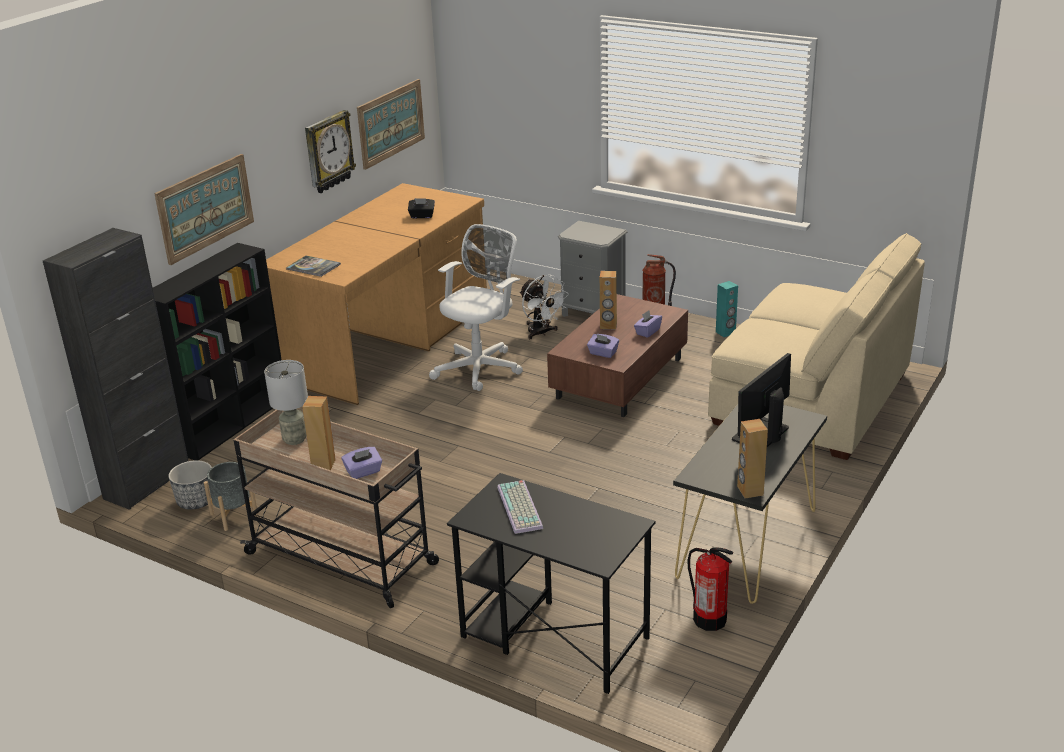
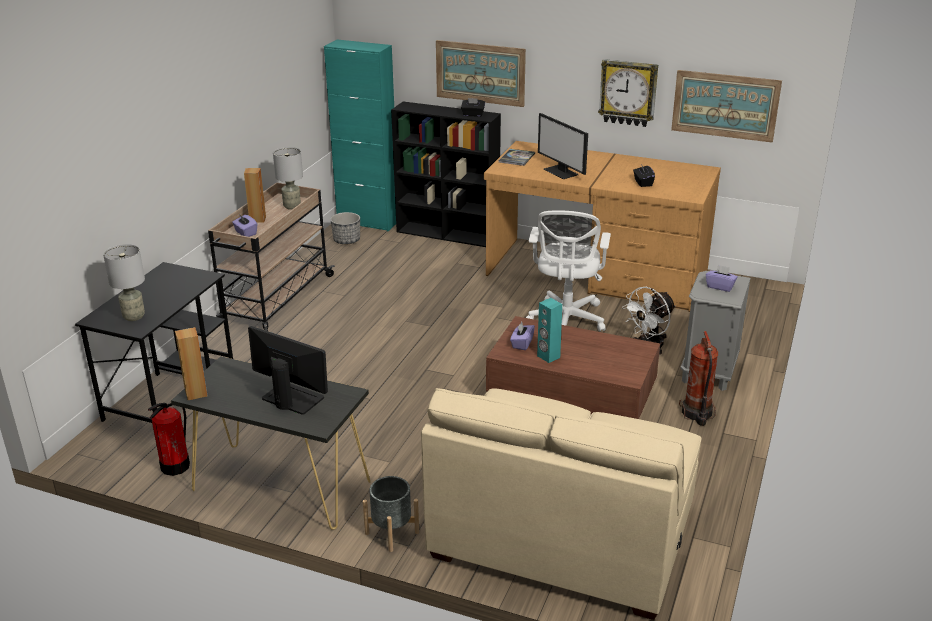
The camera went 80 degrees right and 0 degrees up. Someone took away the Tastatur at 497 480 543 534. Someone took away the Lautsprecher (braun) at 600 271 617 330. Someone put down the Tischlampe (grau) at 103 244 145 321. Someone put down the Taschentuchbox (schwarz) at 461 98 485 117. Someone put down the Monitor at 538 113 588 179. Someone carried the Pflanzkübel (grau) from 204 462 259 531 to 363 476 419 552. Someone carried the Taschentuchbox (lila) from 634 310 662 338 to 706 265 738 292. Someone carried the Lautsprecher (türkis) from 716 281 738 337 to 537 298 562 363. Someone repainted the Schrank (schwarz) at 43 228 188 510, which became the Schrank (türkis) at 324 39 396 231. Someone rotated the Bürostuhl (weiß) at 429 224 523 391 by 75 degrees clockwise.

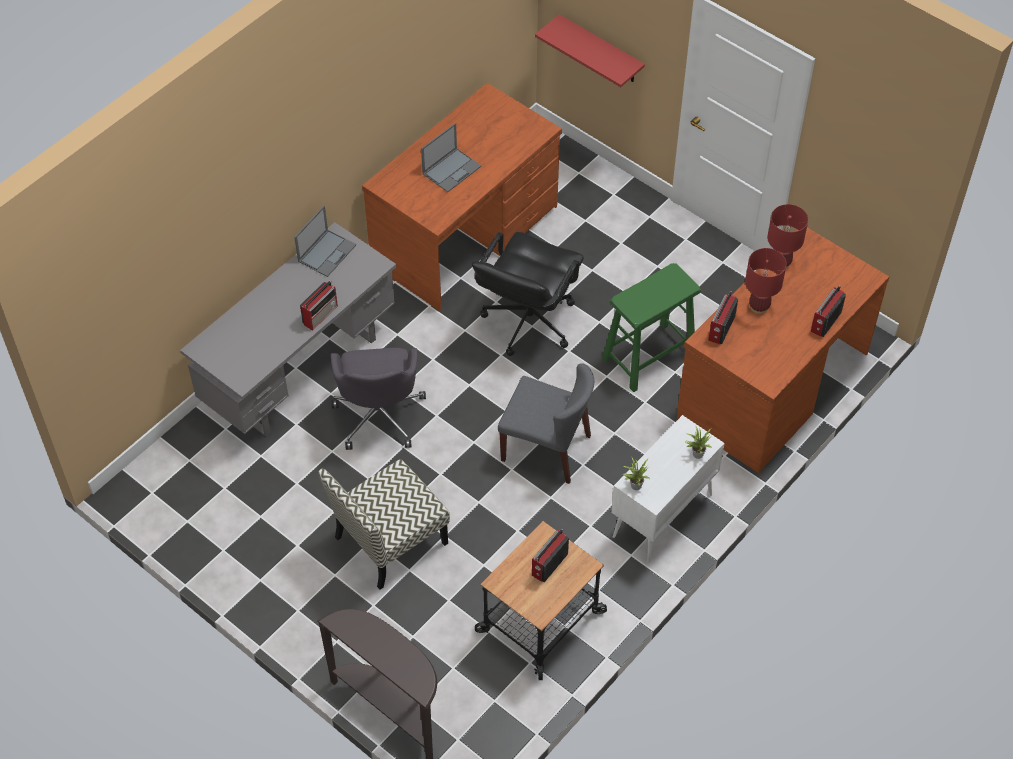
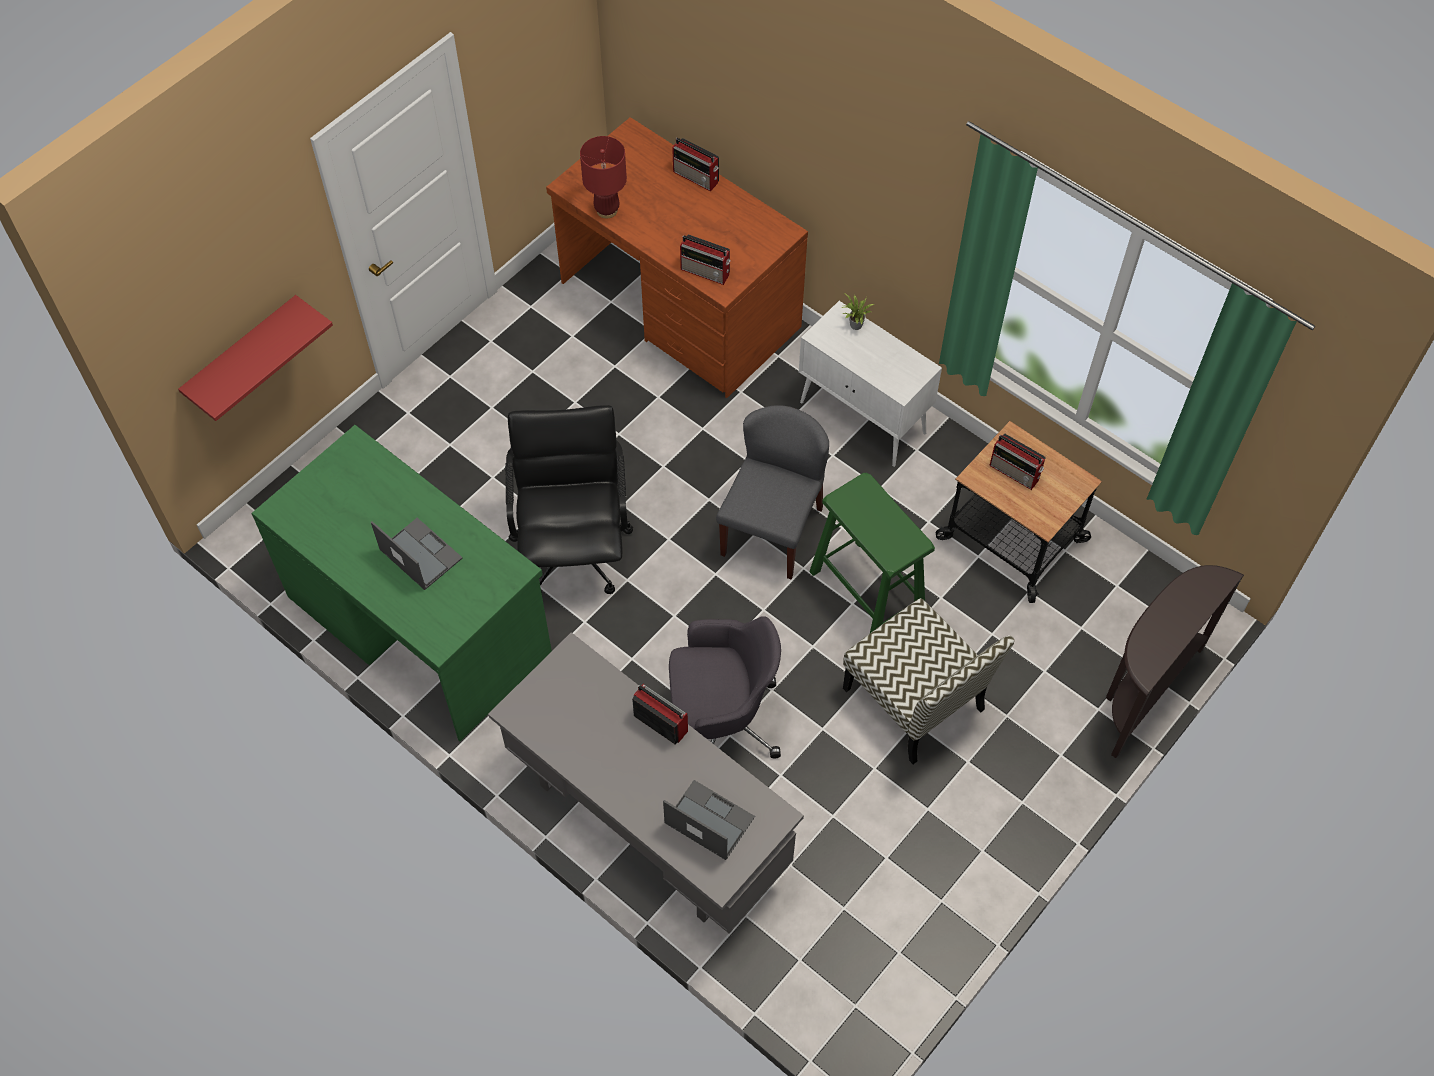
The camera went 90 degrees left and 5 degrees up. Someone took away the Topfpflanze at 622 458 650 490. Someone took away the Tischlampe (rot) at 745 248 787 314. Someone carried the Laptop from 294 206 356 277 to 663 780 755 860. Someone carried the Hocker (grün) from 602 263 701 392 to 810 473 935 633. Someone repainted the Schreibtisch (braun) at 362 83 562 312, which became the Schreibtisch (grün) at 252 425 552 741. Someone rotated the Bürostuhl (schwarz) at 472 232 584 356 by 120 degrees counterclockwise.

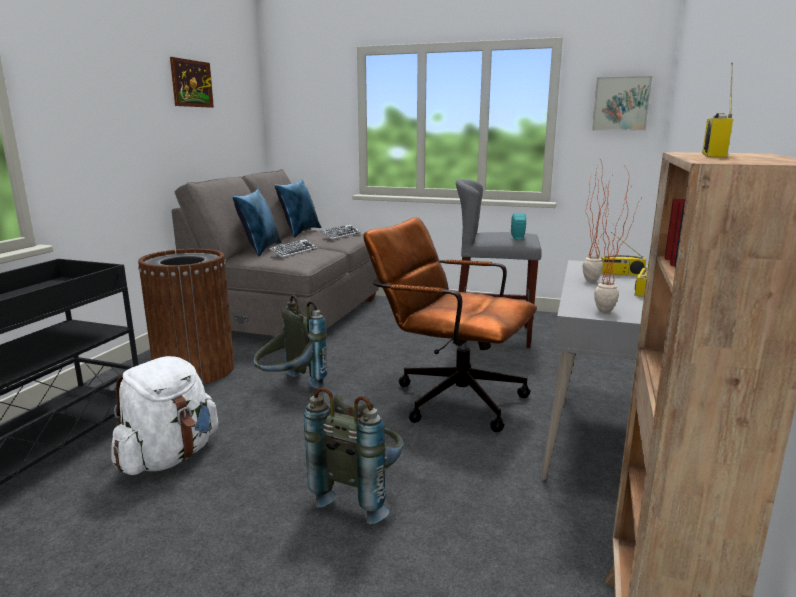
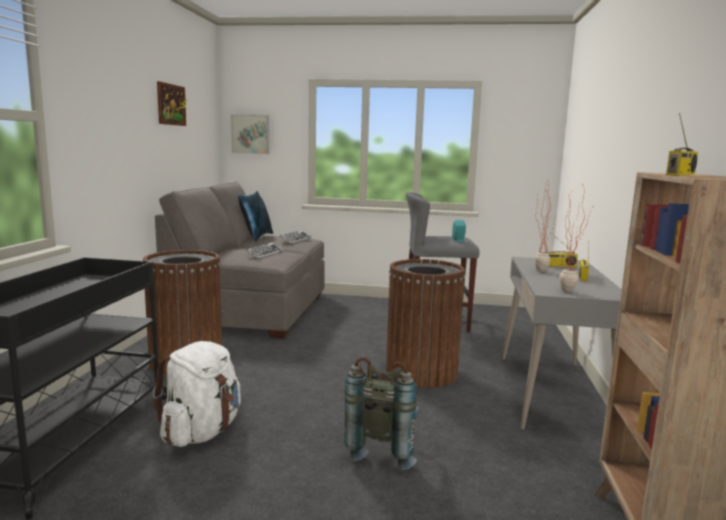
The camera went 10 degrees left and 5 degrees down. Someone took away the Kissen (blau) at 233 189 282 257. Someone took away the Rucksack (grau) at 253 295 327 389. Someone carried the Bild from 592 76 652 131 to 231 115 269 154. Someone swapped the Bürostuhl (braun) at 363 217 537 432 for the Mülleimer (braun) at 386 259 465 388. Someone rotated the Radio at 702 62 733 157 by 150 degrees counterclockwise.

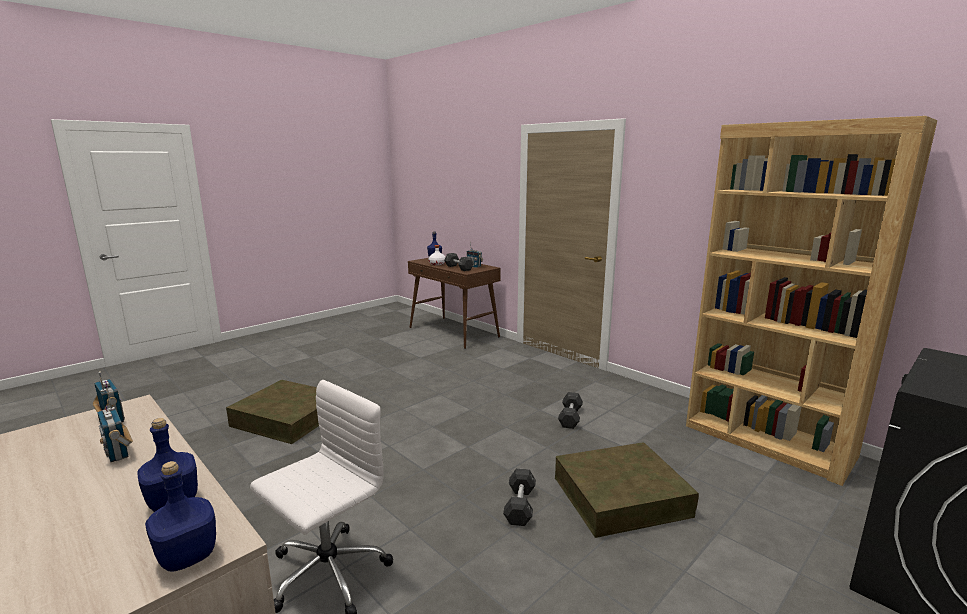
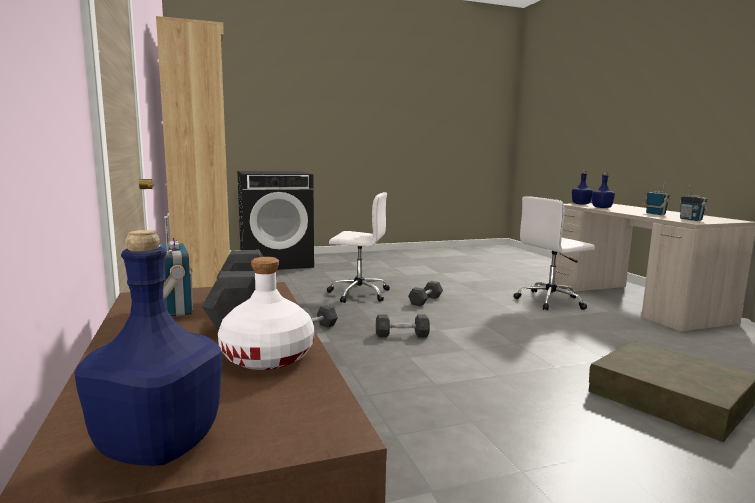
The camera went 155 degrees left and 5 degrees down. Someone put down the Hantel (grau) at 376 314 430 337. Someone swapped the Aufbewahrungsbox (braun) at 555 442 699 538 for the Bürostuhl (weiß) at 327 192 390 303.

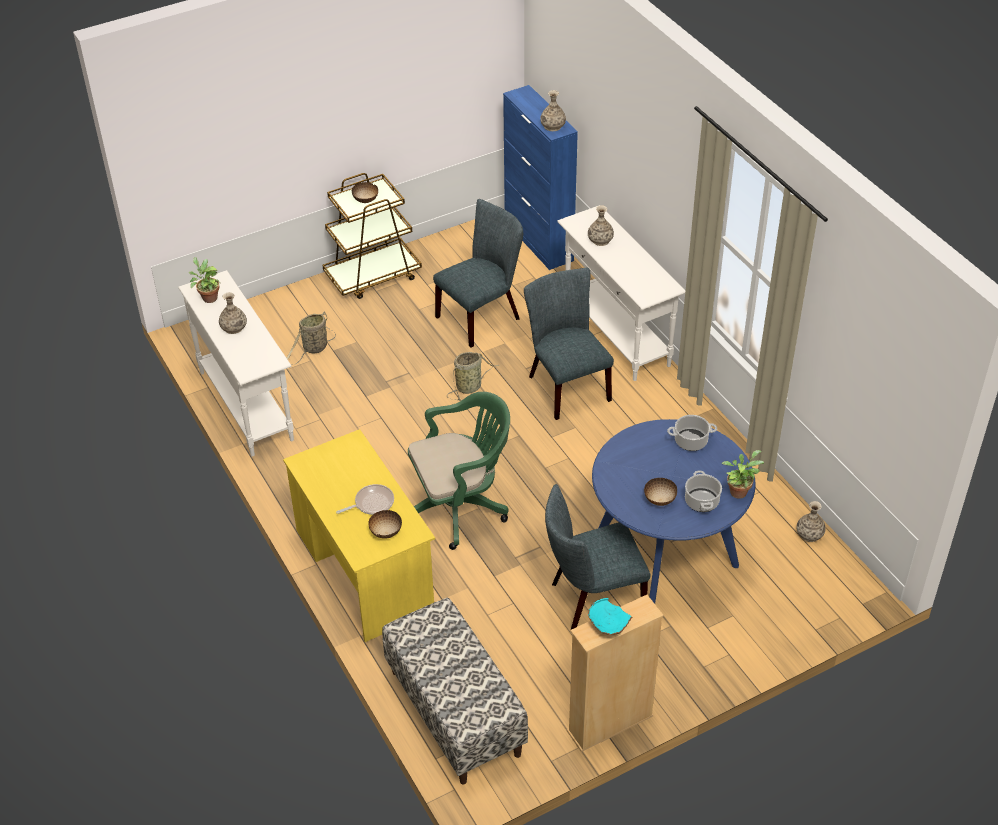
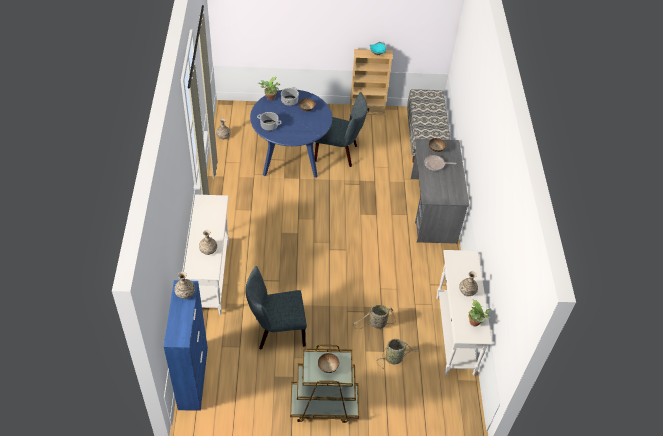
The camera went 155 degrees left and 5 degrees up. Someone took away the Bürostuhl (grün) at 408 392 510 550. Someone took away the Stuhl (grau) at 524 268 614 420. Someone carried the Korb from 447 352 498 401 to 353 305 396 329. Someone repainted the Schreibtisch (gelb) at 283 429 435 642, which became the Schreibtisch (grau) at 411 139 469 244.

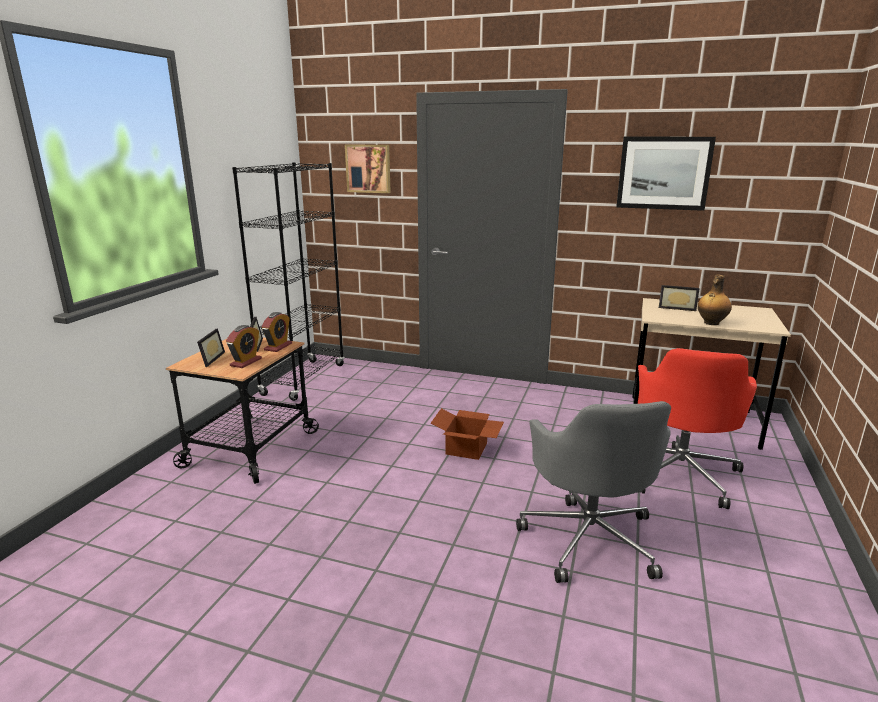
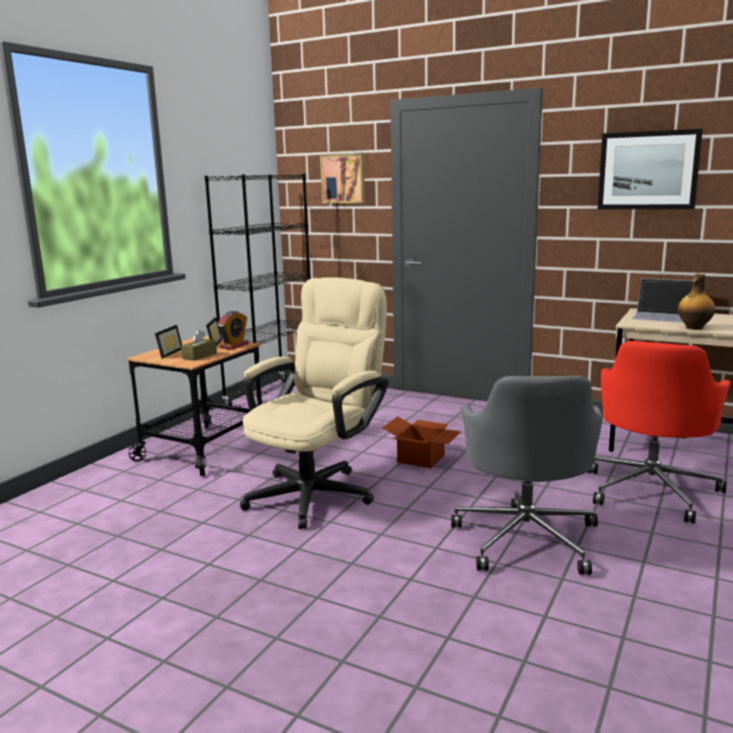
The camera went 10 degrees right and 5 degrees down. Someone put down the Bürostuhl (beige) at 240 277 389 529. Someone swapped the Wecker at 226 325 262 368 for the Taschentuchbox (braun) at 181 330 217 361. Someone swapped the Bilderrahmen at 659 285 700 311 for the Laptop at 632 278 693 323.

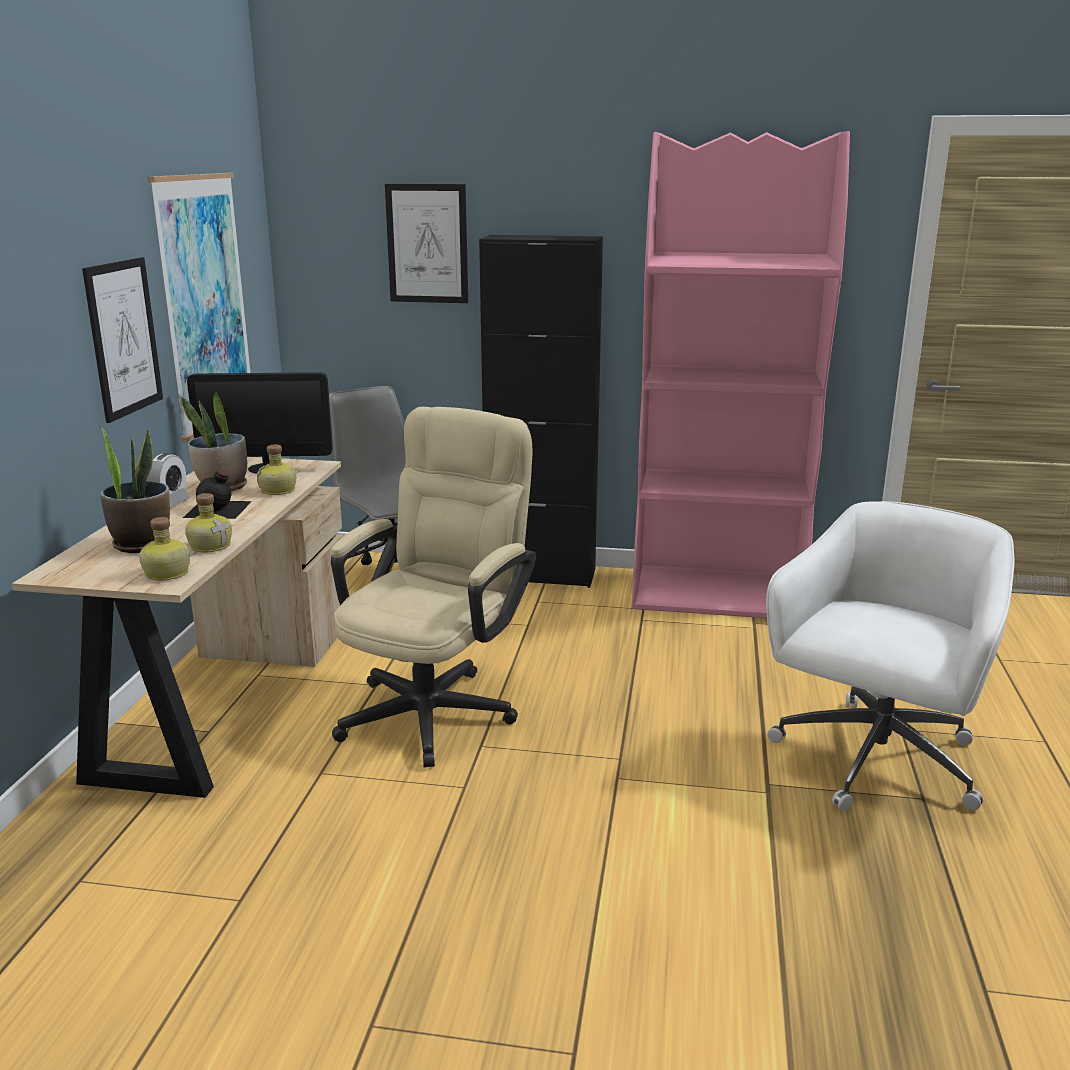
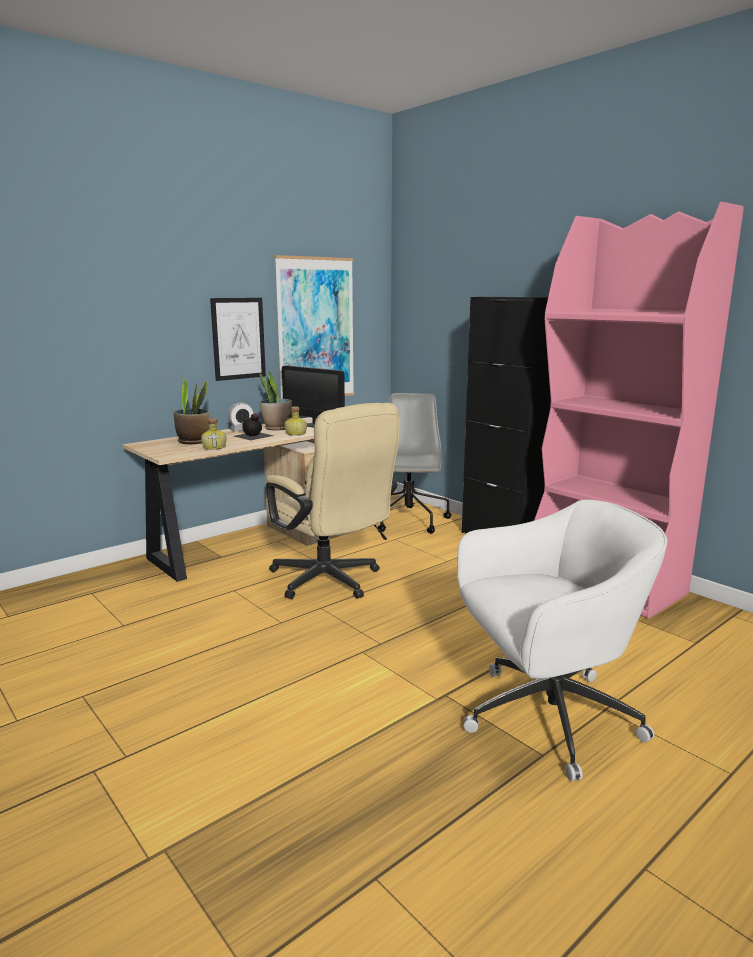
The camera went 40 degrees right and 5 degrees down. Someone took away the Flasche at 139 517 190 581. Someone took away the Bild at 385 184 468 303. Someone rotated the Bürostuhl (beige) at 331 407 536 768 by 75 degrees clockwise.

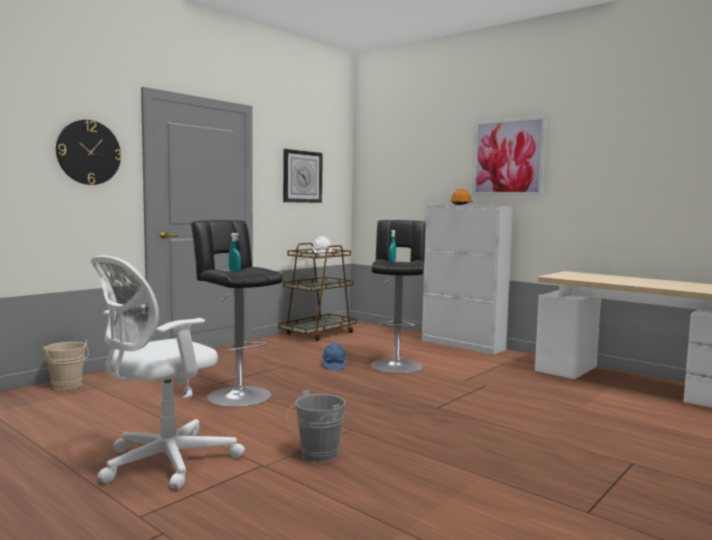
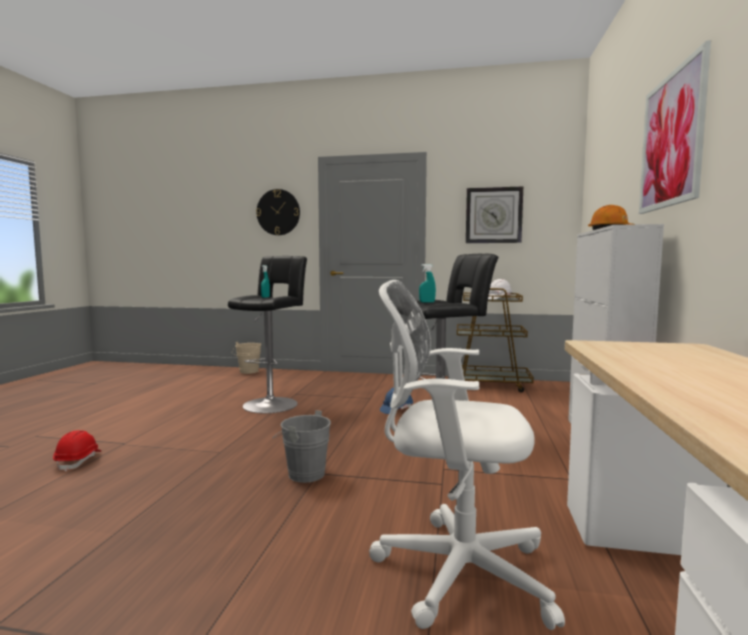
The camera went 60 degrees right and 0 degrees up. Someone put down the Schutzhelm (rot) at 53 430 101 472. Someone carried the Bürostuhl (weiß) from 91 256 245 489 to 369 280 565 630. Someone carried the Eimer (grau) from 286 390 346 462 to 272 410 331 483.

